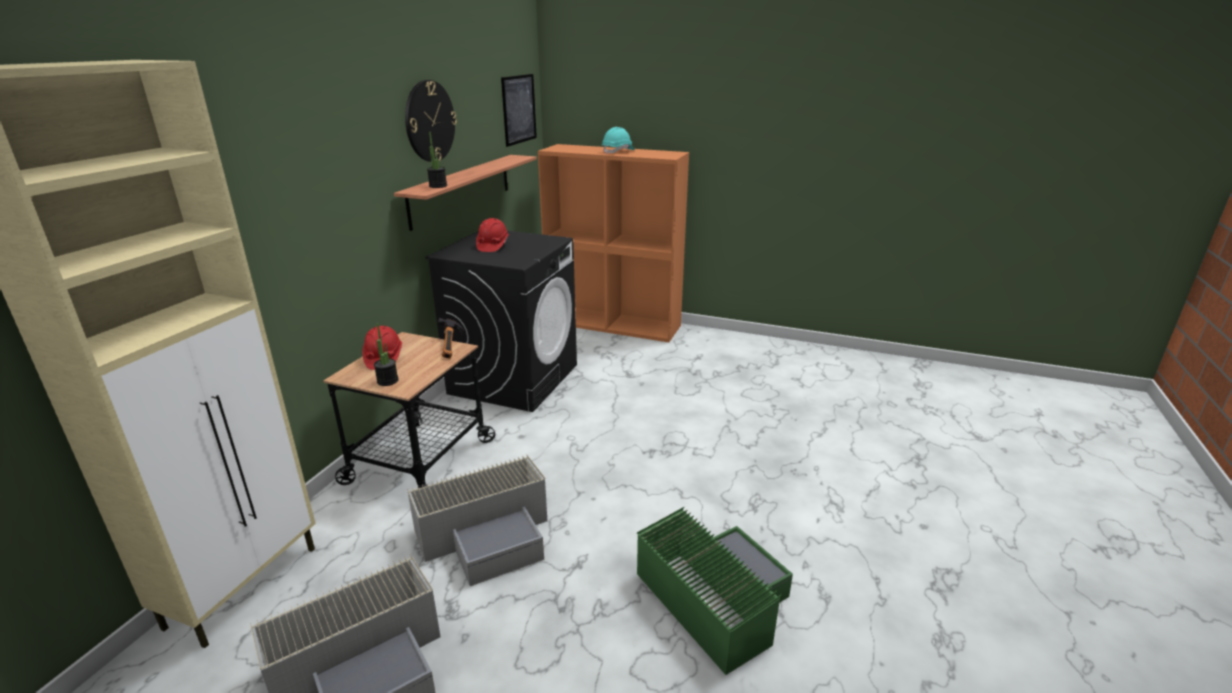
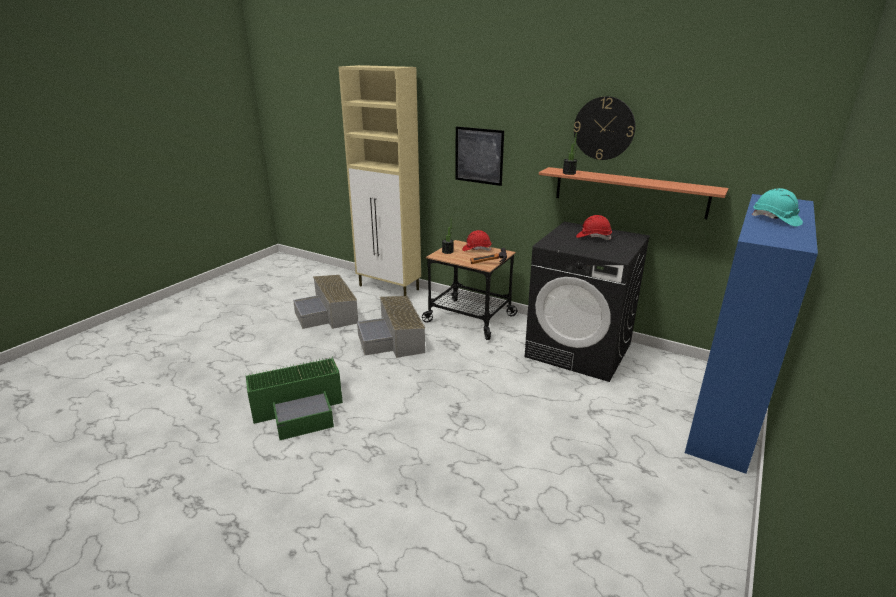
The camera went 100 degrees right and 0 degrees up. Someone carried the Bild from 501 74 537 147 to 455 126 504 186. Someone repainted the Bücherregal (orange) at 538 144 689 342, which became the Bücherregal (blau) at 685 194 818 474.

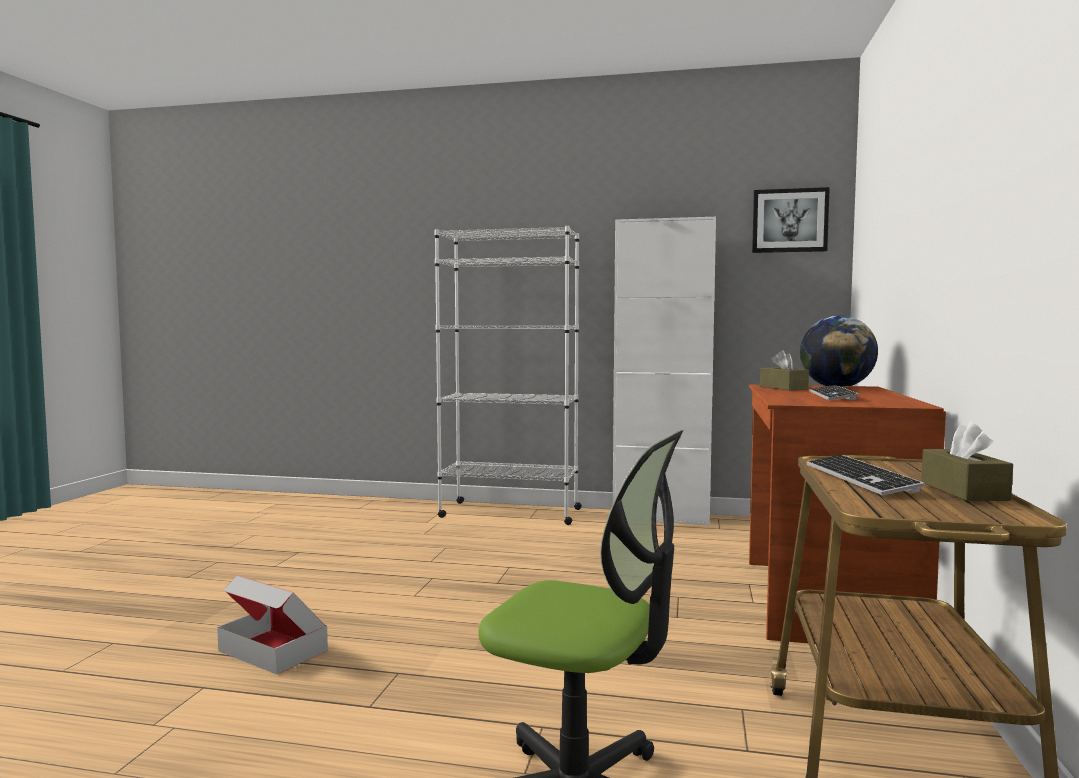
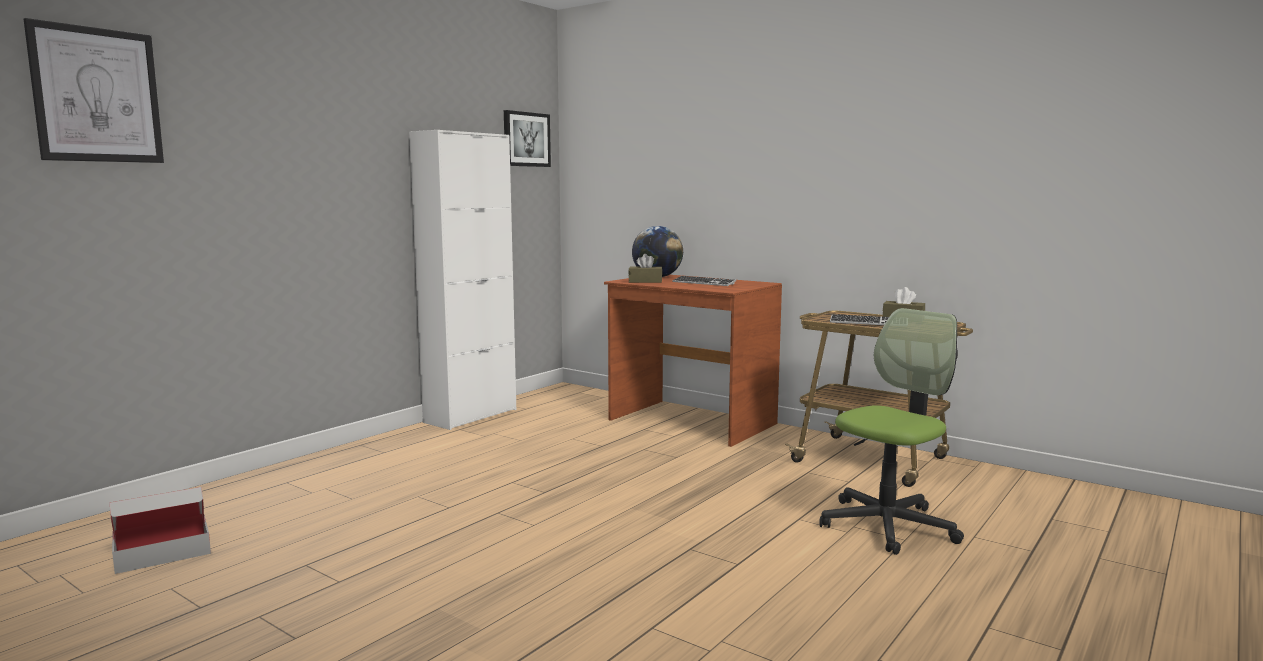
The camera went 65 degrees left and 5 degrees up. Someone took away the Bücherregal (weiß) at 434 226 582 525. Someone put up the Bild at 24 18 164 163. Someone carried the Karton from 217 575 328 675 to 110 487 211 574.

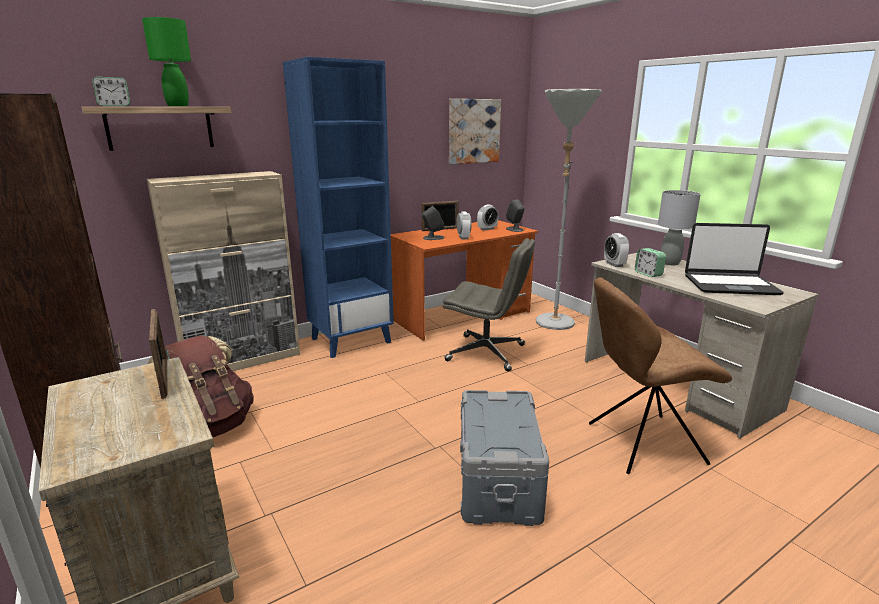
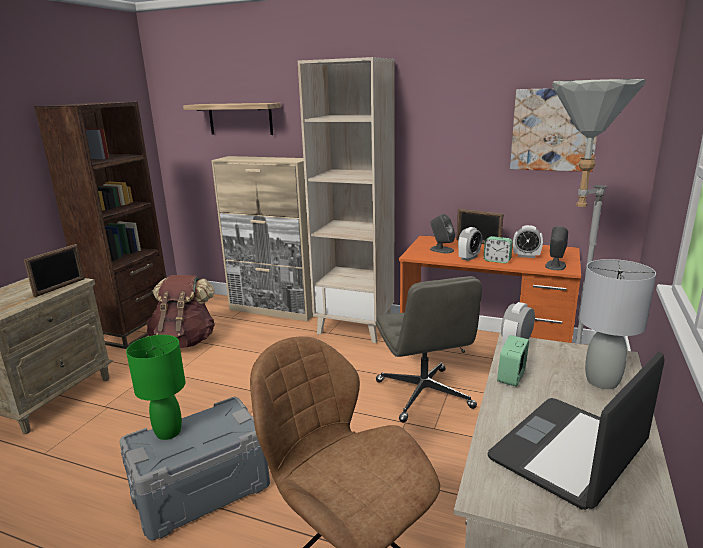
The camera went 55 degrees right and 0 degrees up. Someone carried the Wecker from 92 77 130 106 to 484 236 513 263. Someone carried the Tischlampe (grün) from 142 17 191 106 to 126 335 185 440. Someone repainted the Bücherregal (blau) at 283 57 394 358, which became the Bücherregal (beige) at 298 57 394 343. Someone rotated the Laptop at 685 223 784 295 by 75 degrees clockwise.

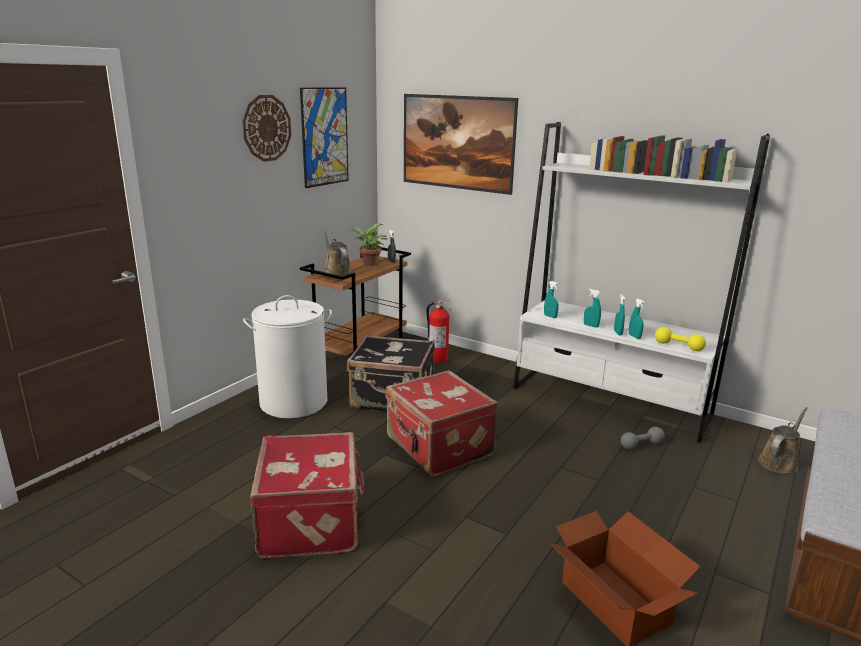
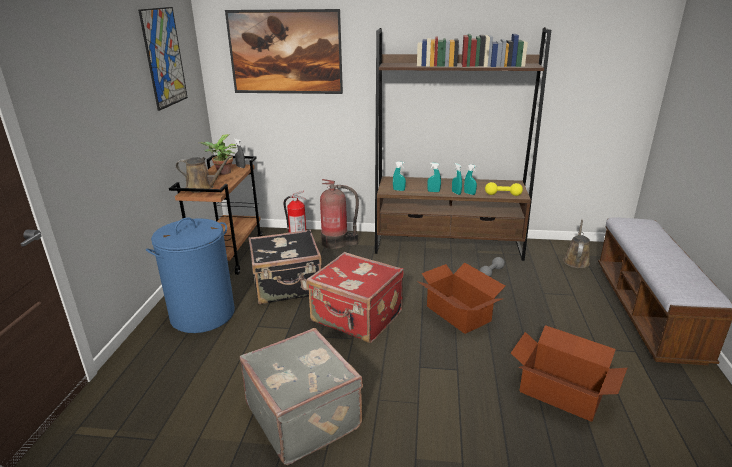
The camera went 25 degrees left and 5 degrees up. Someone took away the Wanduhr at 242 95 291 162. Someone put down the Feuerlöscher at 320 179 359 249. Someone put down the Karton at 417 263 505 334. Someone repainted the Wäschekorb (weiß) at 243 295 332 418, which became the Wäschekorb (blau) at 146 218 235 333. Someone repainted the Koffer (rot) at 250 432 365 558, which became the Koffer (grau) at 240 328 363 465. Someone repainted the Bücherregal (weiß) at 513 122 770 443, which became the Bücherregal (braun) at 375 27 551 261. Someone rotated the Gießkanne (braun) at 323 230 351 279 by 150 degrees clockwise.

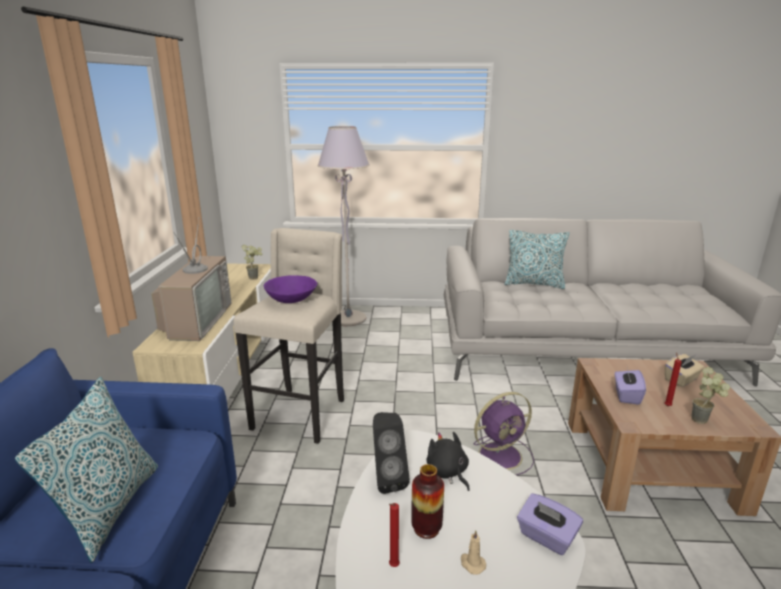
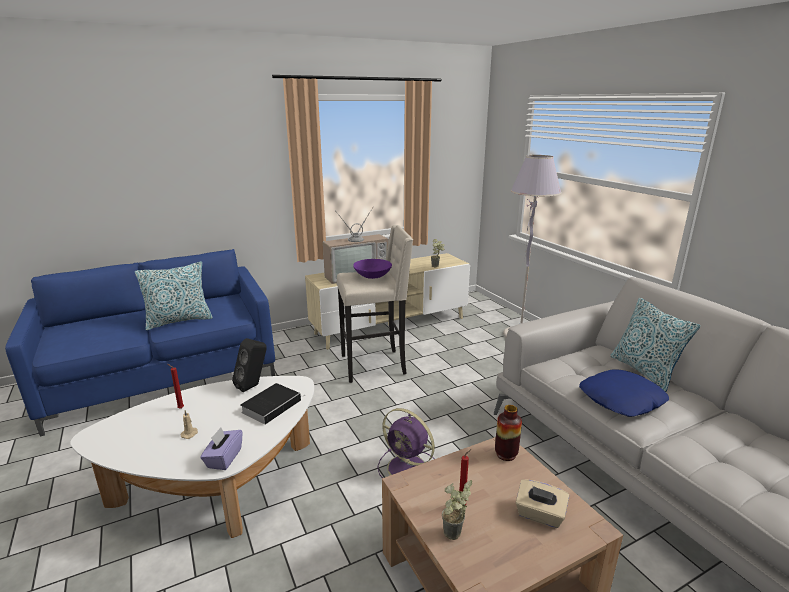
The camera went 60 degrees right and 0 degrees up. Someone took away the Taschentuchbox (lila) at 615 367 646 405. Someone put down the Kissen (blau) at 579 369 669 417. Someone carried the Vase from 411 464 444 539 to 495 405 522 461. Someone swapped the Plüschtier (schwarz) at 426 432 469 491 for the Buch at 240 383 306 424.

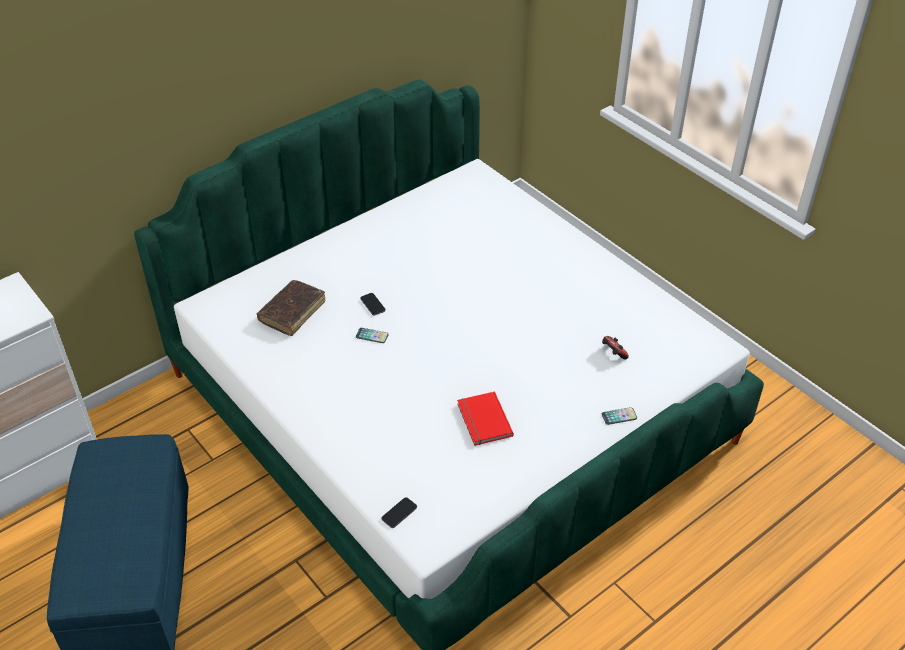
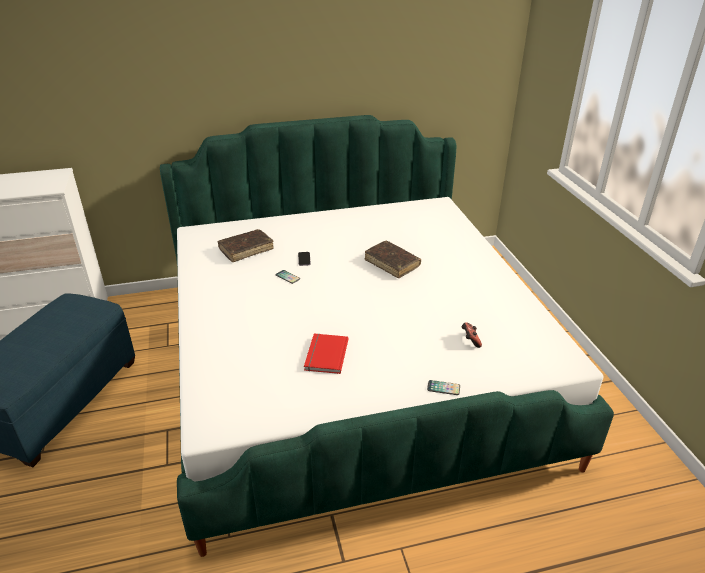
The camera went 25 degrees right and 10 degrees down. Someone took away the Handy at 381 497 417 528. Someone put down the Buch (braun) at 365 241 421 278.

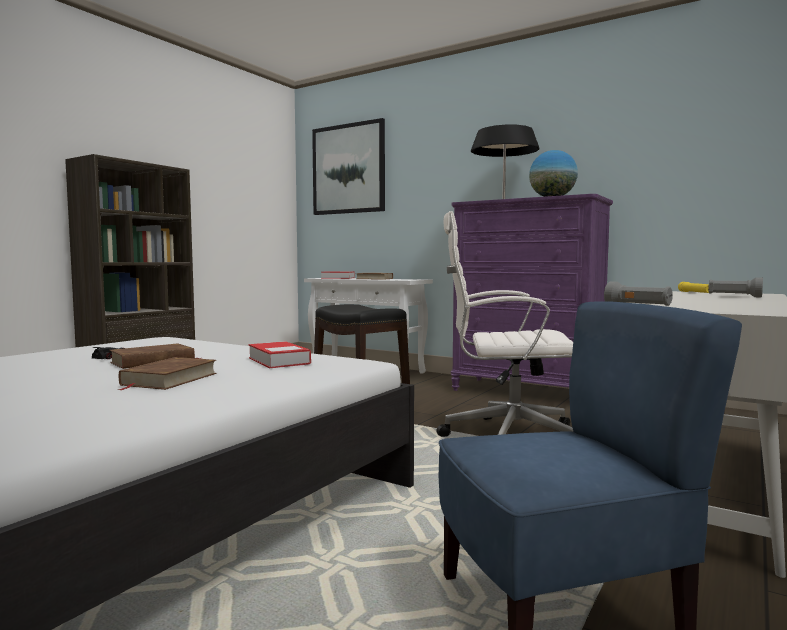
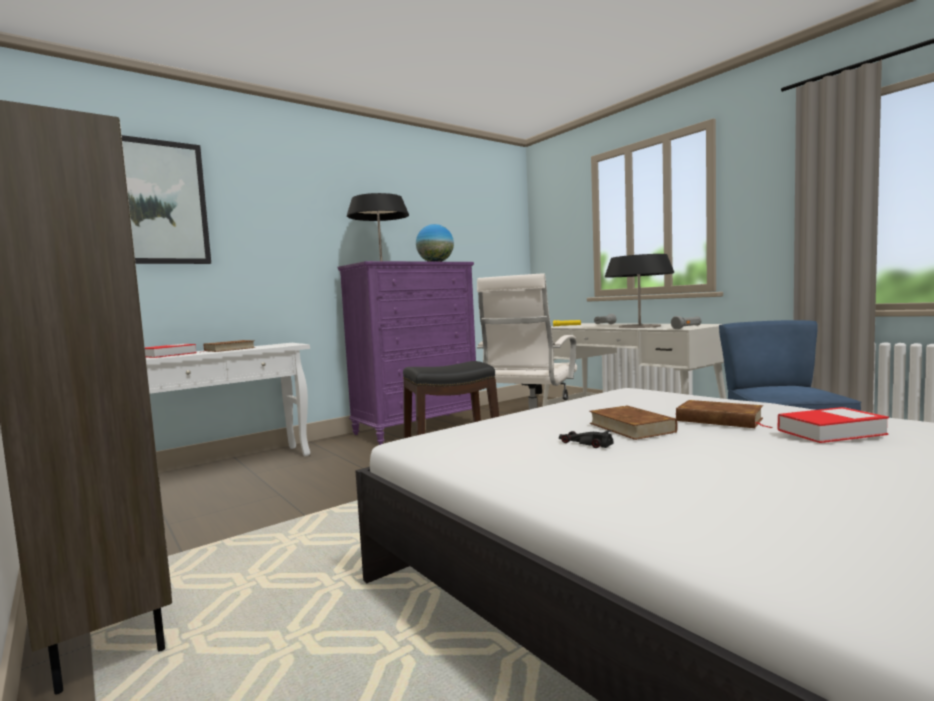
The camera went 70 degrees left and 0 degrees up. Someone put down the Tischlampe at 605 254 674 328. Someone carried the Buch from 249 341 311 368 to 778 407 889 443.

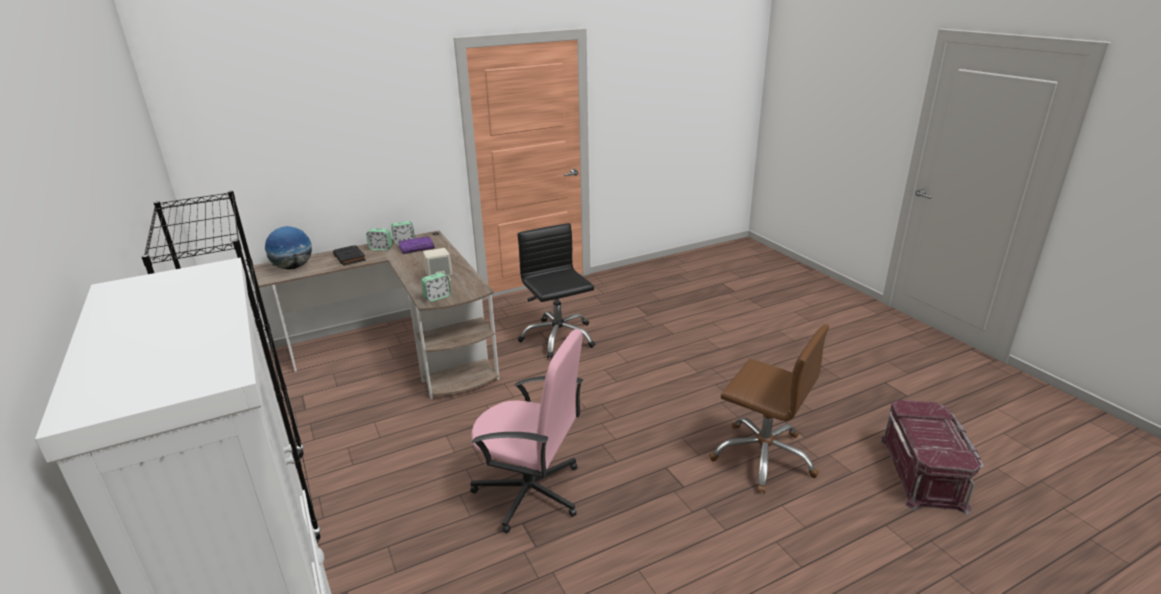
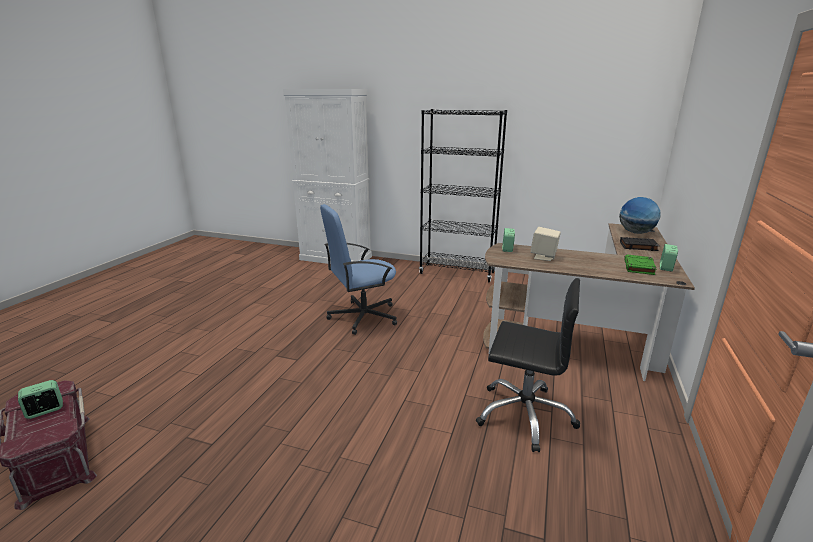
The camera went 135 degrees right and 5 degrees down. Someone took away the Bürostuhl (braun) at 709 324 829 494. Someone carried the Wecker from 366 228 392 250 to 18 380 63 419. Someone repainted the Buch (lila) at 398 236 434 254, which became the Buch (grün) at 624 255 656 275. Someone repainted the Bürostuhl (rosa) at 470 329 583 534, which became the Bürostuhl (blau) at 320 204 397 335.

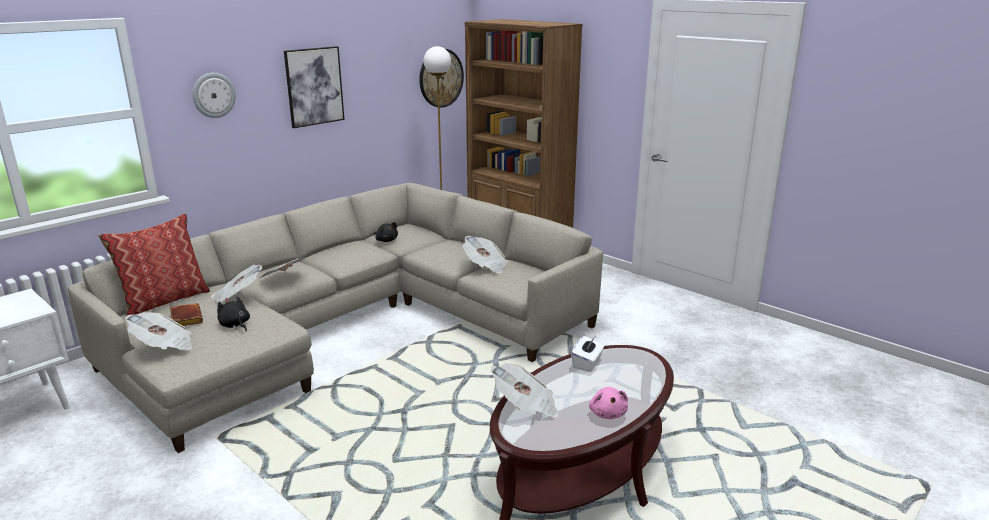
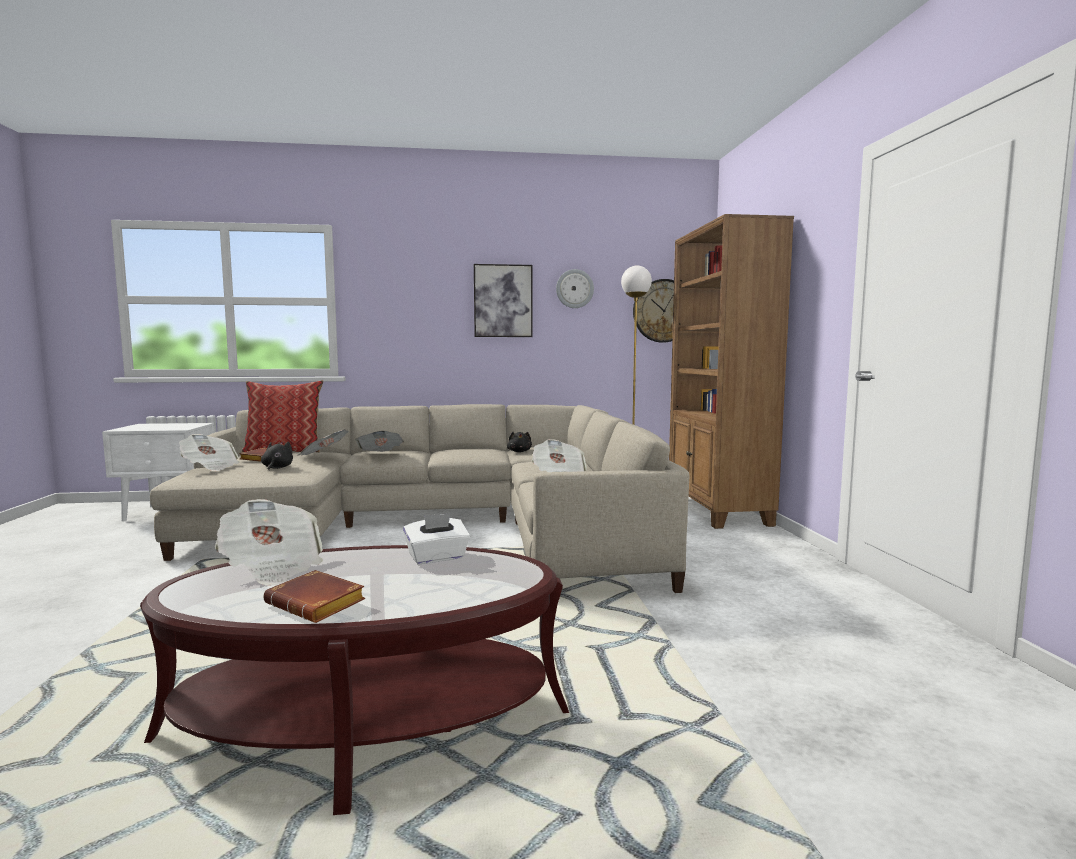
The camera went 40 degrees right and 15 degrees down. Someone carried the Wanduhr from 193 73 236 118 to 556 269 594 308. Someone swapped the Plüschtier (rosa) at 589 387 628 419 for the Buch (braun) at 264 570 365 623.

